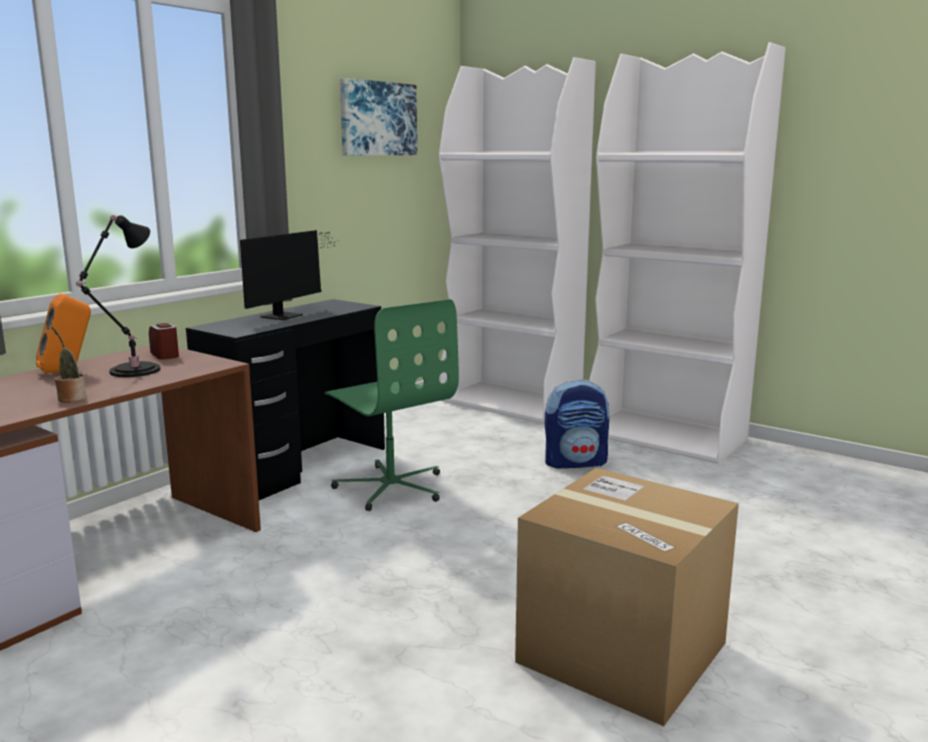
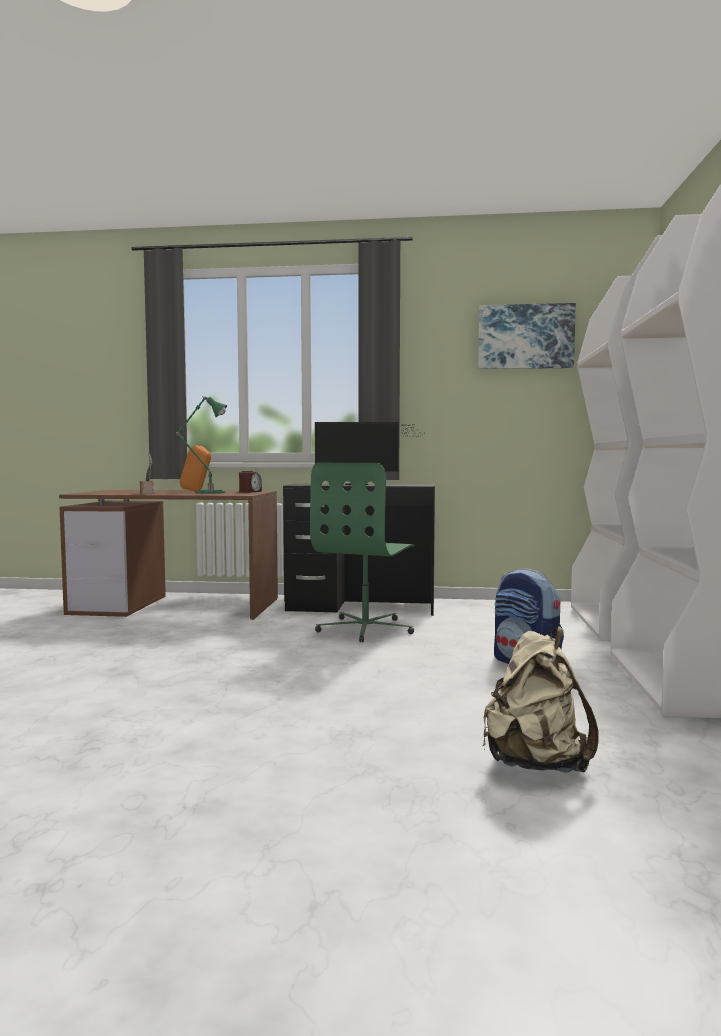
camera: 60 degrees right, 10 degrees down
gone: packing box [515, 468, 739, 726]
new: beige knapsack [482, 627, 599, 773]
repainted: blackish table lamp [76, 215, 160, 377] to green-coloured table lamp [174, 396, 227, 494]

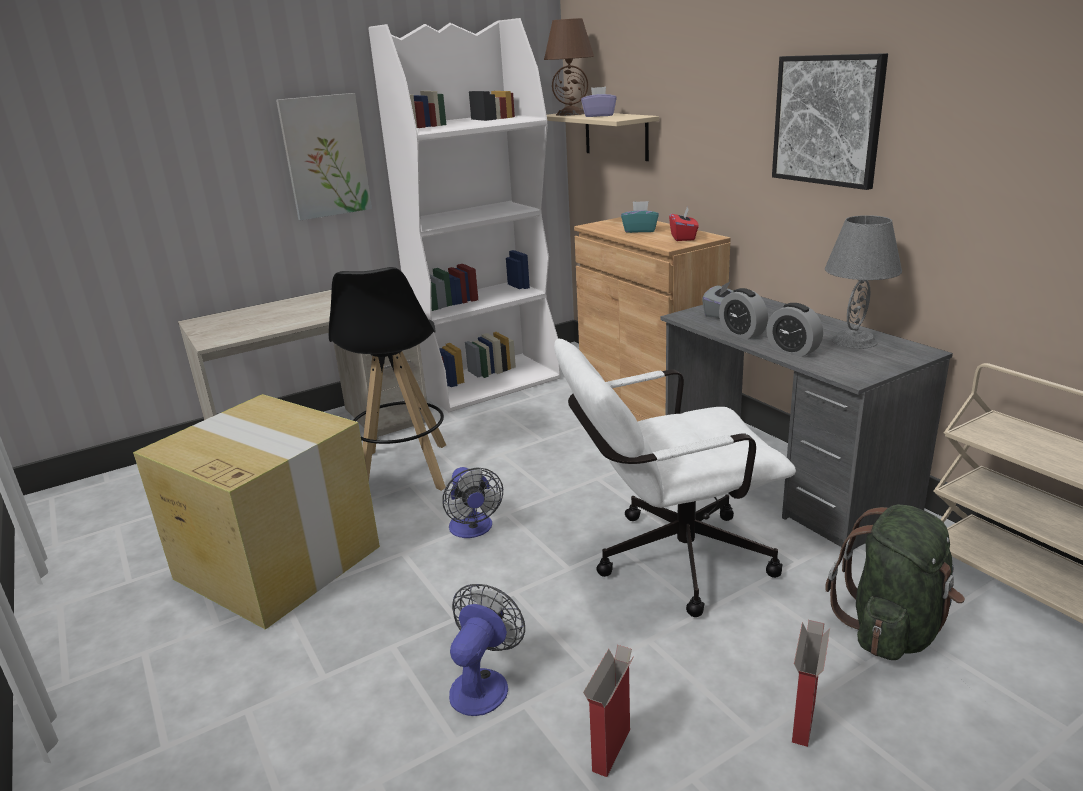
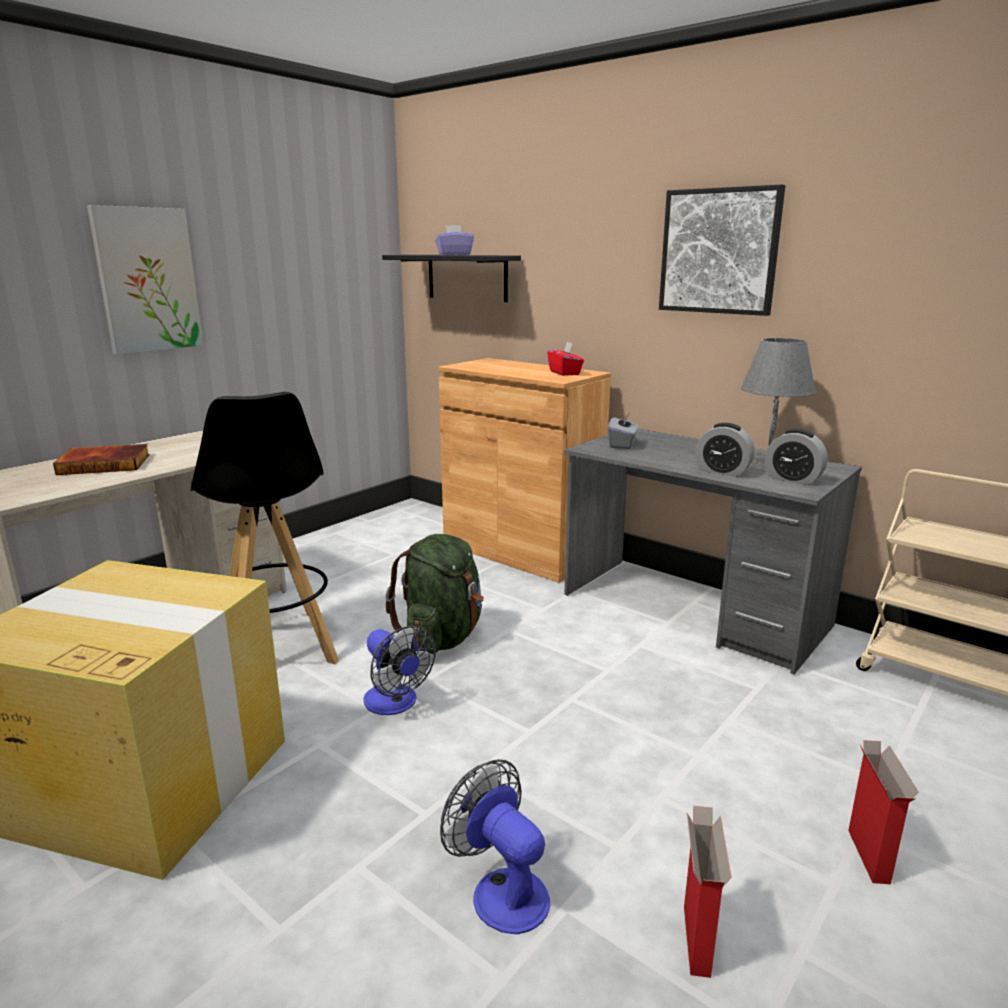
camera: 20 degrees left, 5 degrees down
gone: whitish bookshelf [369, 18, 560, 412]; brown table lamp [544, 18, 594, 116]; whitish office chair [554, 339, 796, 617]; blue-green box of tissues [621, 201, 659, 233]
new: book [53, 444, 150, 475]
shifted: table clock [719, 288, 768, 339] to [765, 429, 828, 485]; green-coloured knapsack [825, 505, 965, 660] to [386, 534, 484, 654]
repainted: beige shelf [547, 113, 659, 161] to blackish shelf [382, 255, 521, 302]
rotated: cooling fan [449, 584, 525, 716] = [440, 759, 550, 934] 45 degrees counterclockwise

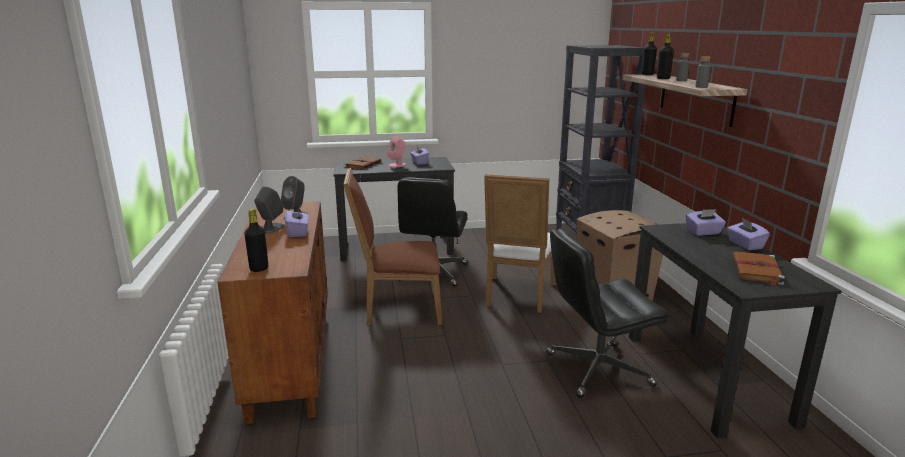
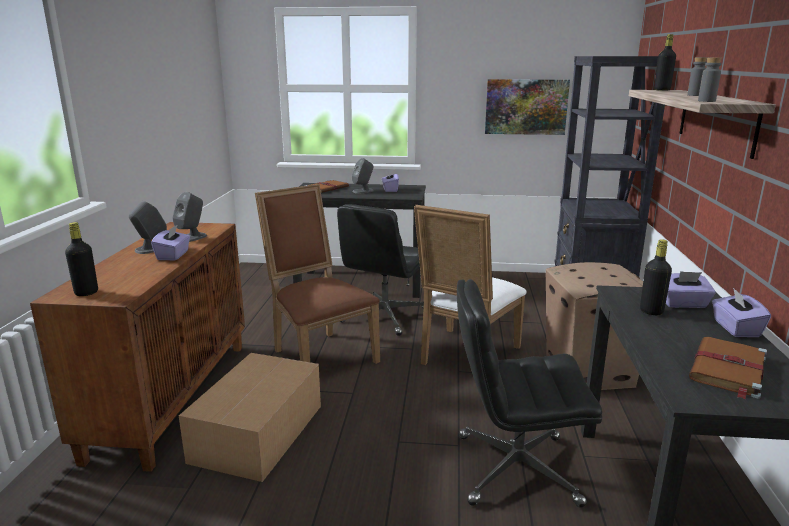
camera: 15 degrees right, 0 degrees up
new: packing box [179, 353, 321, 482]; wall picture [485, 79, 570, 135]
shifted: blackish bottle [657, 34, 674, 79] to [640, 239, 672, 315]
repainted: pinkish speaker [387, 136, 407, 168] to gray speaker [352, 158, 374, 193]
rotated: brown upright chair [343, 167, 443, 325] = [255, 184, 380, 364] 45 degrees clockwise

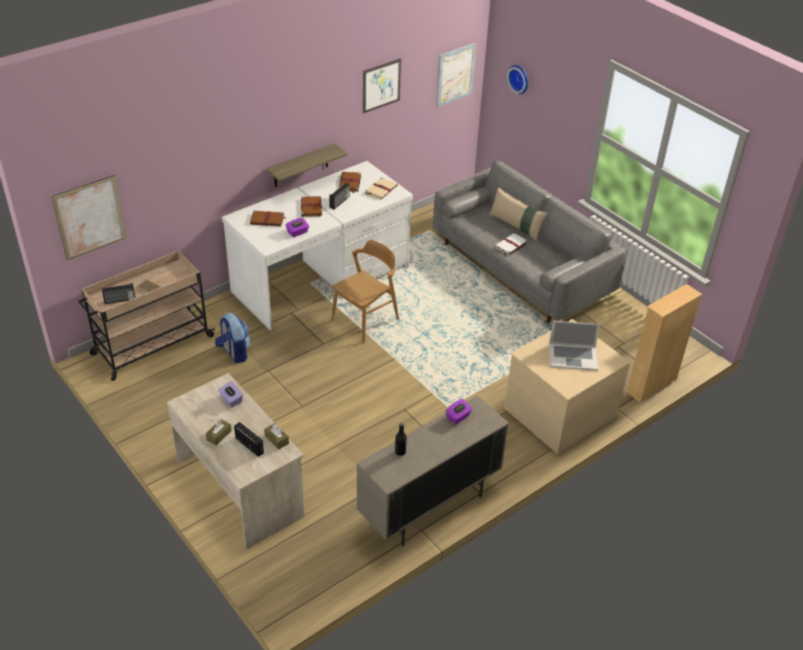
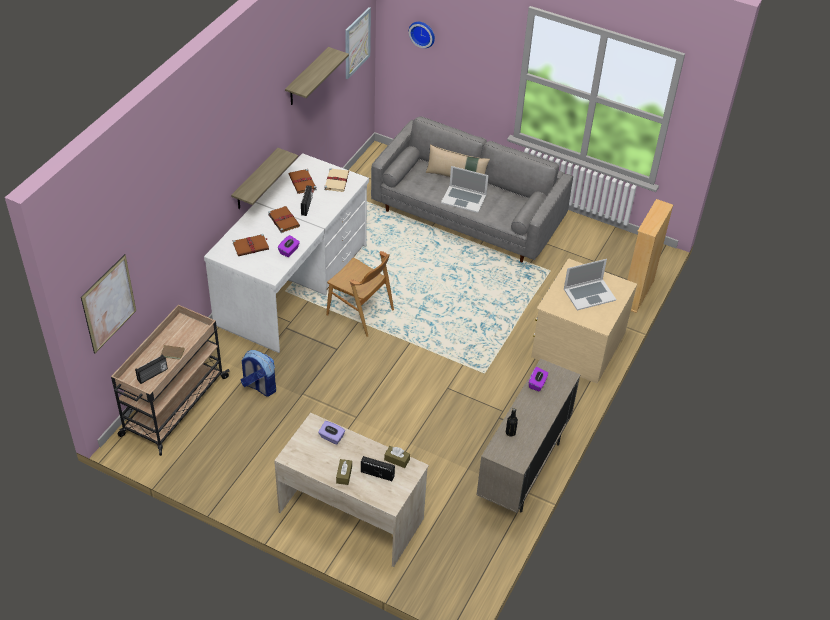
camera: 25 degrees left, 5 degrees up
swapped: wall picture [363, 58, 401, 114] to shelf [285, 47, 349, 105]; whitish book [495, 233, 528, 256] to laptop [441, 166, 489, 213]
rotated: brown upright chair [331, 240, 399, 343] = [326, 251, 394, 337] 105 degrees clockwise

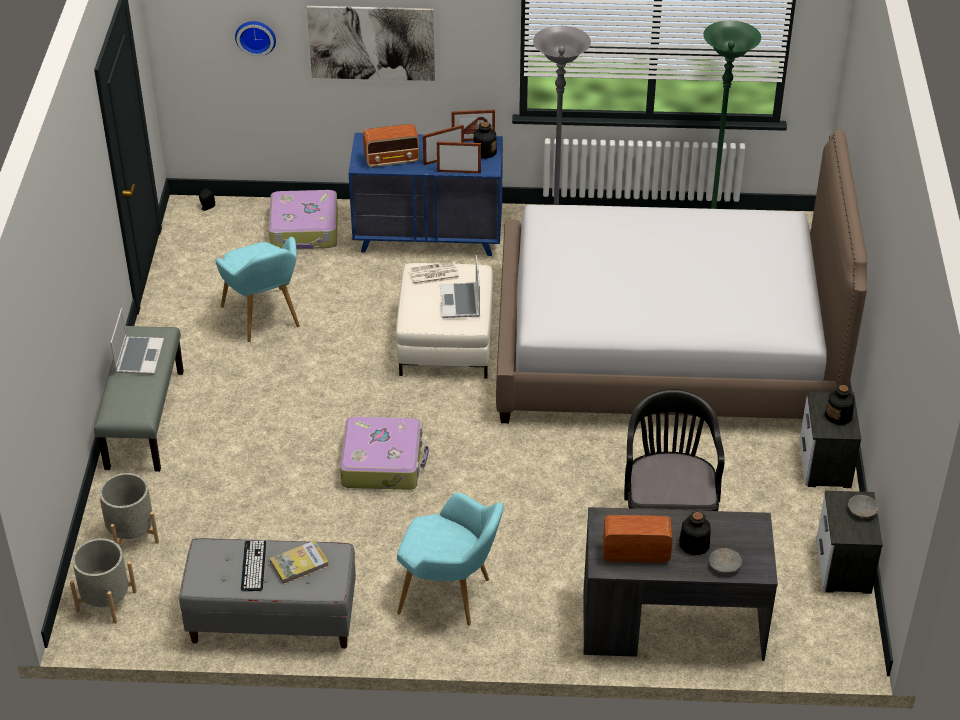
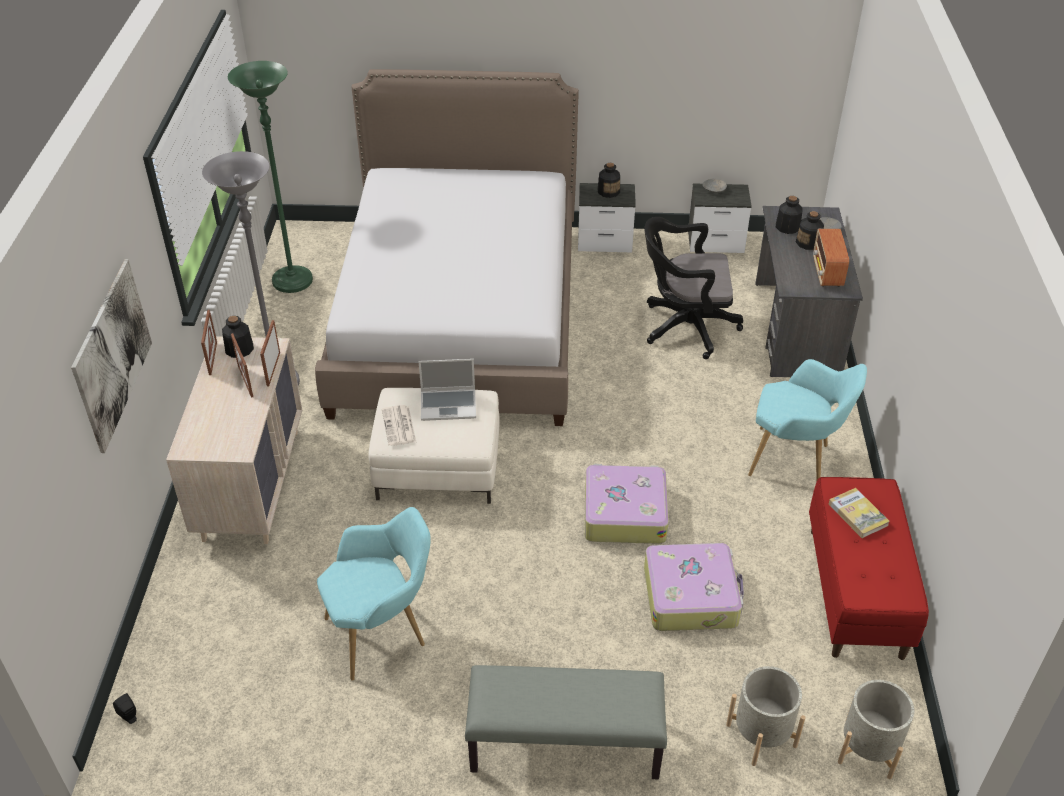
camera: 90 degrees left, 0 degrees up
gone: laptop [110, 308, 164, 375]; clock on the wall [235, 21, 276, 57]; computer keyboard [241, 540, 266, 591]; radio [363, 124, 420, 168]
new: bottle [776, 196, 803, 234]
shifted: suitcase [269, 190, 338, 249] to [644, 543, 744, 631]
repainted: gray long seat [179, 538, 356, 649] to red long seat [809, 477, 929, 660]; blue dresser [348, 133, 503, 256] to beige dresser [166, 336, 302, 544]
rotated: blue-green easy chair [397, 493, 504, 626] = [748, 359, 867, 480] 90 degrees clockwise

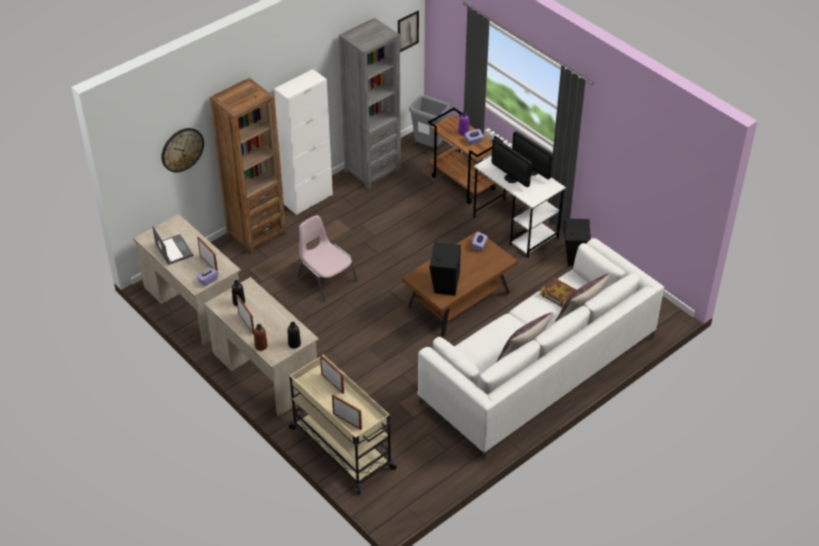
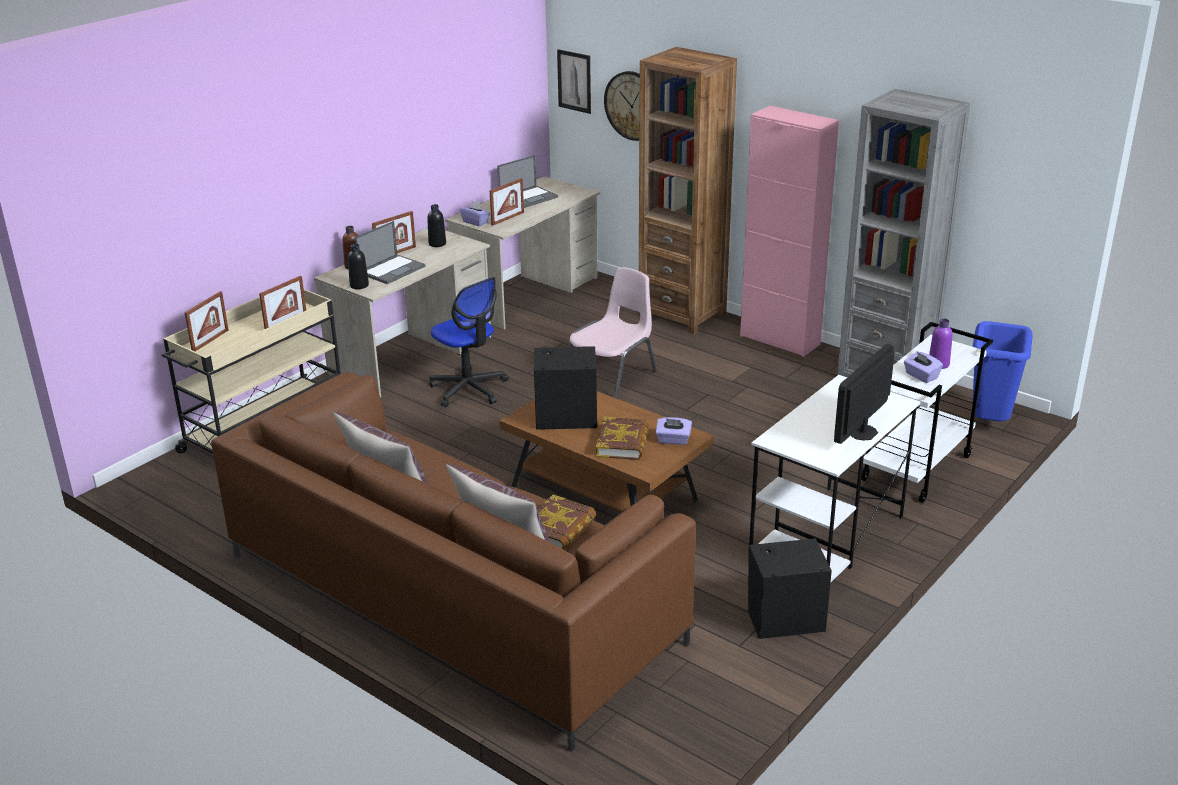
camera: 80 degrees right, 15 degrees down
gone: computer screen [492, 138, 532, 187]
new: laptop [355, 221, 426, 284]; office chair [429, 277, 509, 407]; book [596, 417, 649, 460]
shifted: wall picture [398, 10, 419, 52] to [557, 49, 591, 114]
repainted: whitish cupboard [274, 69, 333, 215] to pinkish cupboard [740, 106, 839, 357]; gray rubbish bin [409, 95, 450, 147] to blue rubbish bin [972, 321, 1033, 425]; whitish settee [417, 238, 664, 460] to brown settee [211, 372, 696, 752]; brown trolley [428, 108, 503, 204] to whitish trolley [861, 322, 993, 503]

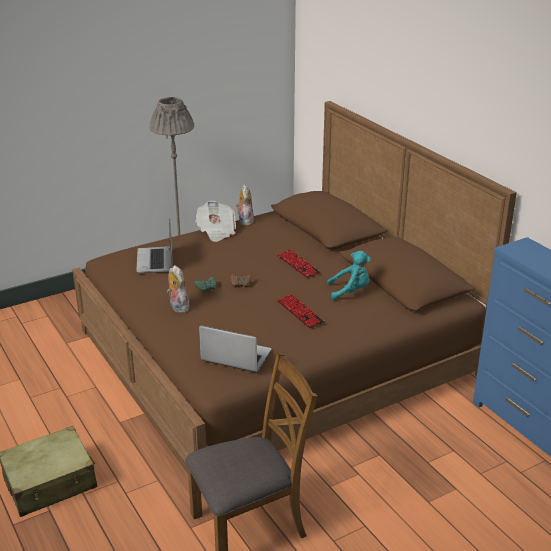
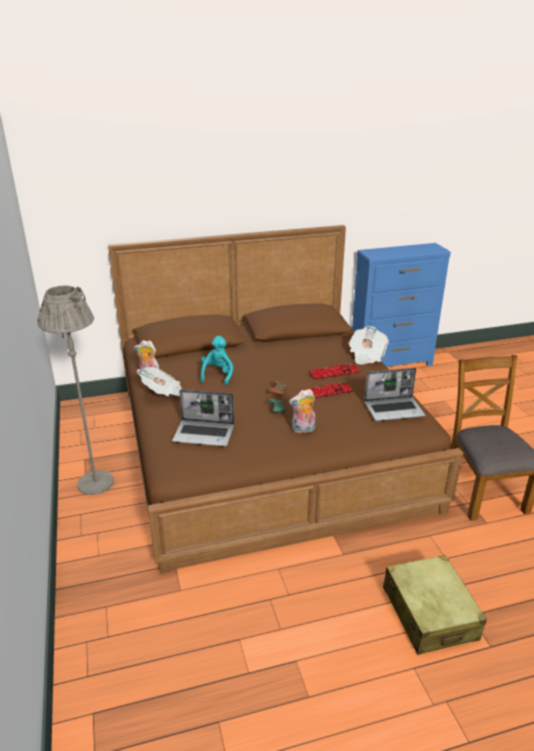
camera: 75 degrees left, 0 degrees up
new: newspaper [349, 326, 389, 364]
shifted: computer keyboard [277, 249, 321, 278] to [298, 383, 353, 398]; blue-green plush toy [327, 251, 371, 300] to [200, 336, 233, 385]
rotated: laptop [199, 325, 271, 372] = [364, 368, 425, 421] 135 degrees counterclockwise

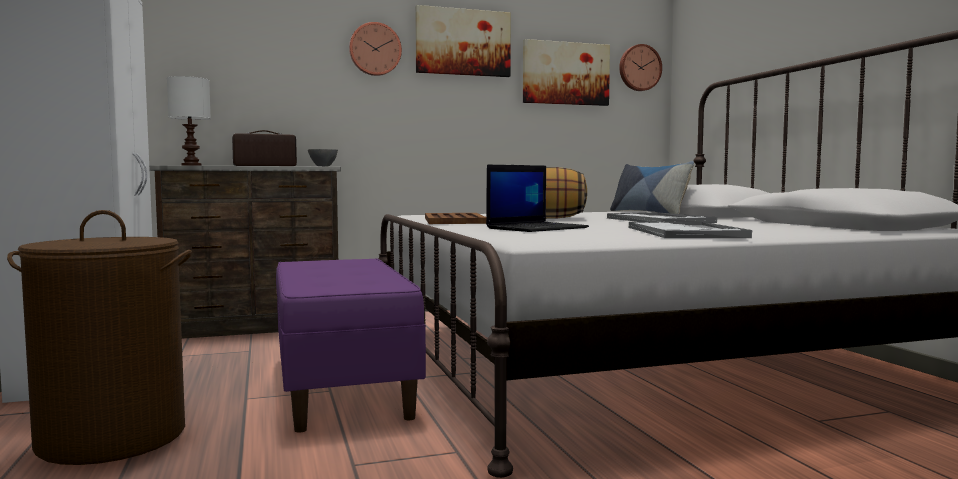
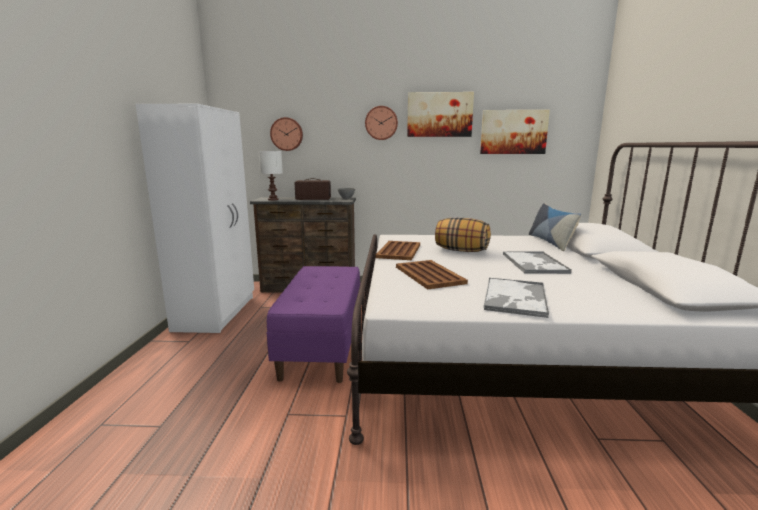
camera: 20 degrees right, 10 degrees up
gone: brown hamper [7, 210, 192, 465]
shifted: clock on the wall [619, 44, 662, 91] to [270, 117, 303, 151]
swapped: laptop [486, 165, 589, 232] to brown serving tray [396, 260, 468, 290]

